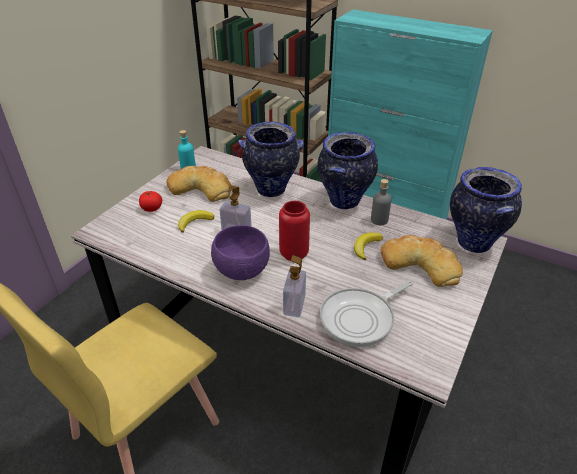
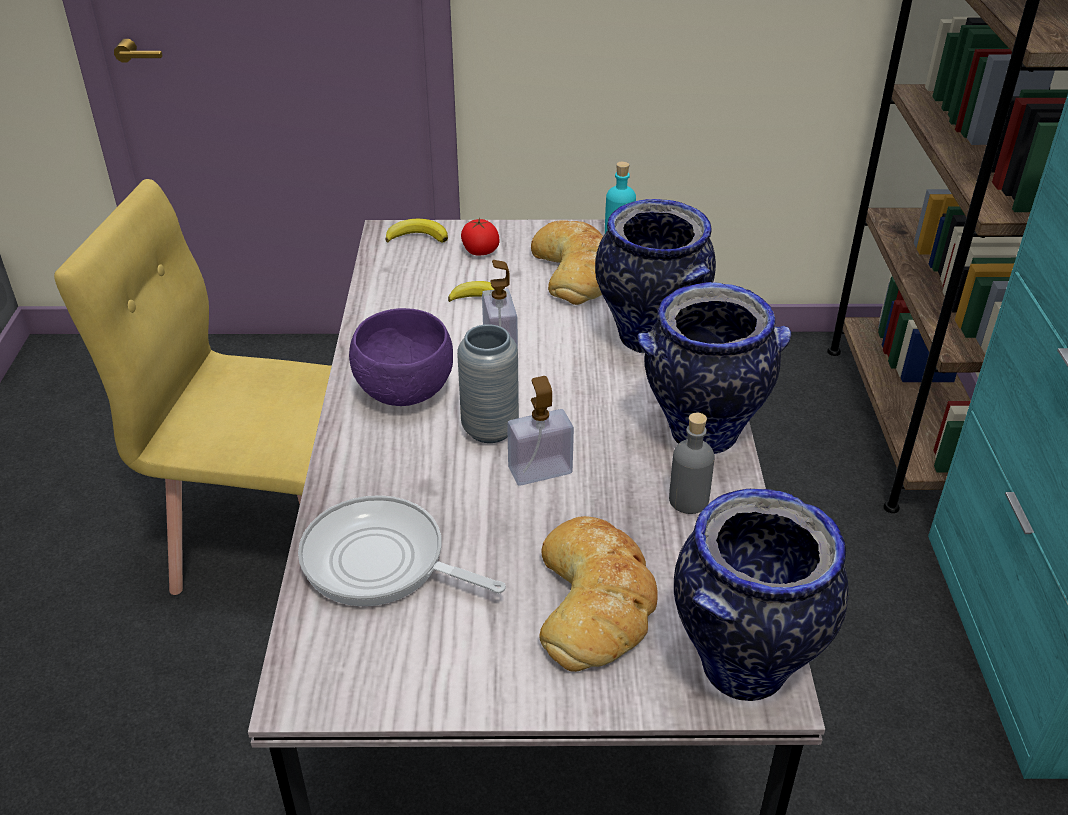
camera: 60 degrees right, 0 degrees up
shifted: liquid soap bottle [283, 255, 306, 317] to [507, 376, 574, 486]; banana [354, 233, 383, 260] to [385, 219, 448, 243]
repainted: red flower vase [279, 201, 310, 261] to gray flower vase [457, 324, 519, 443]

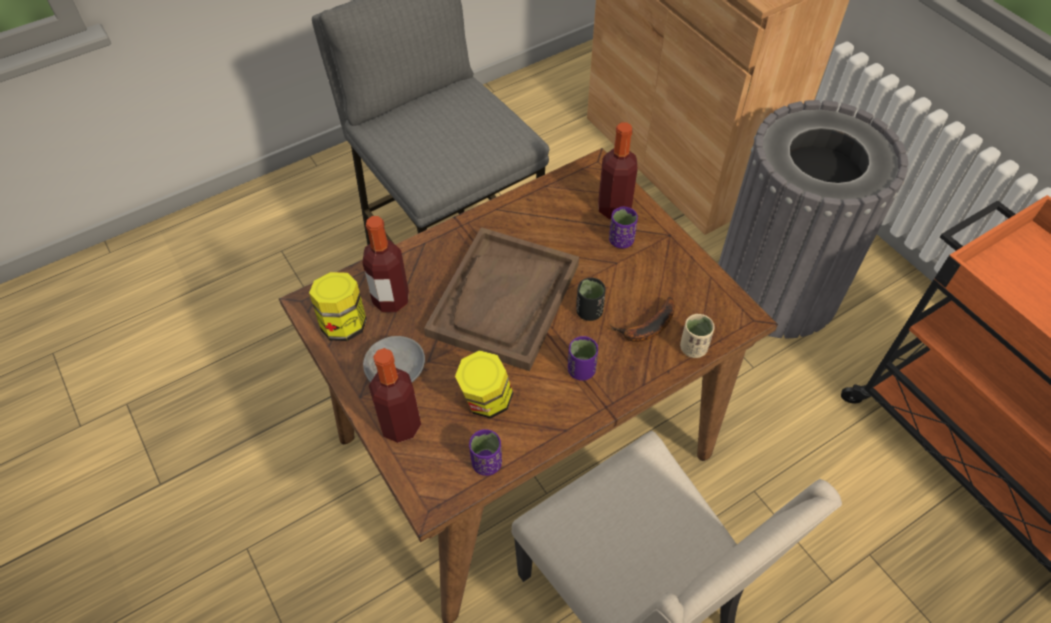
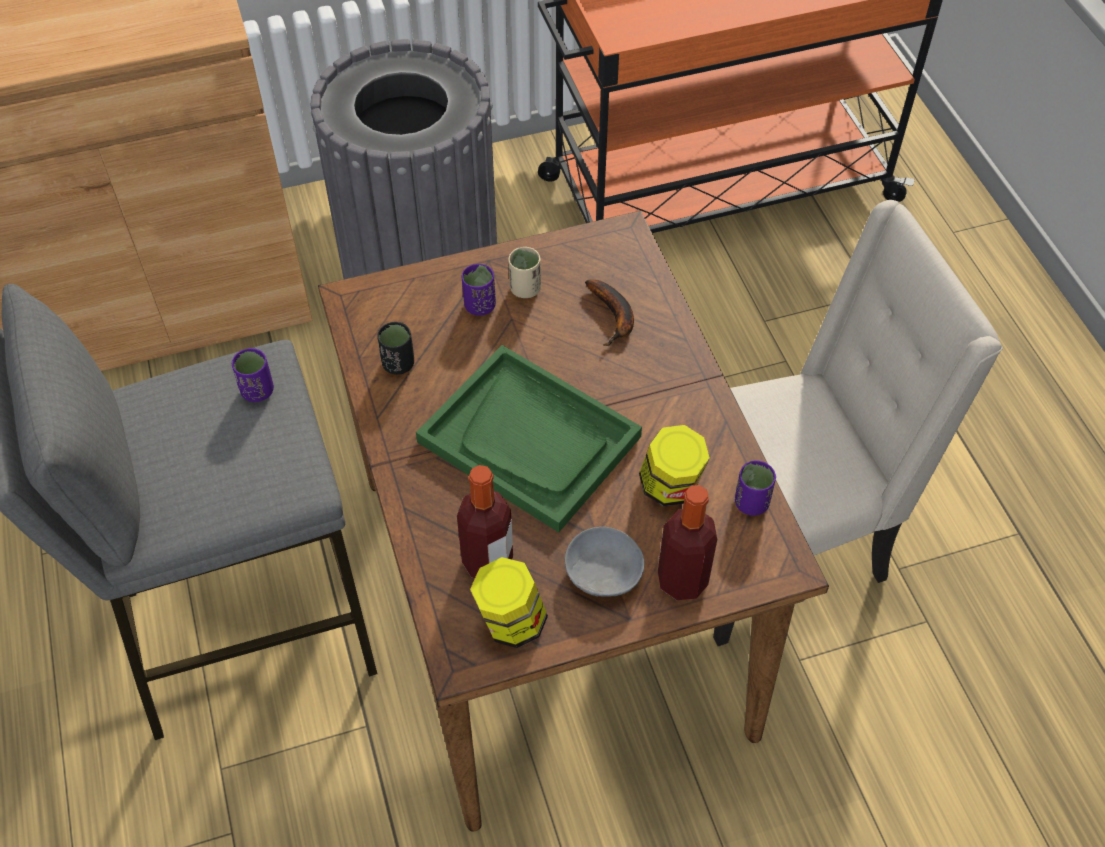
camera: 75 degrees left, 0 degrees up
gone: bottle [598, 122, 638, 219]
shifted: purple small cup [568, 336, 598, 381] to [232, 348, 274, 402]; blackish small cup [576, 278, 606, 321] to [377, 322, 414, 375]; beige small cup [680, 314, 714, 358] to [508, 247, 541, 298]
repainted: brown serving tray [424, 227, 579, 371] to green-coloured serving tray [416, 345, 642, 533]

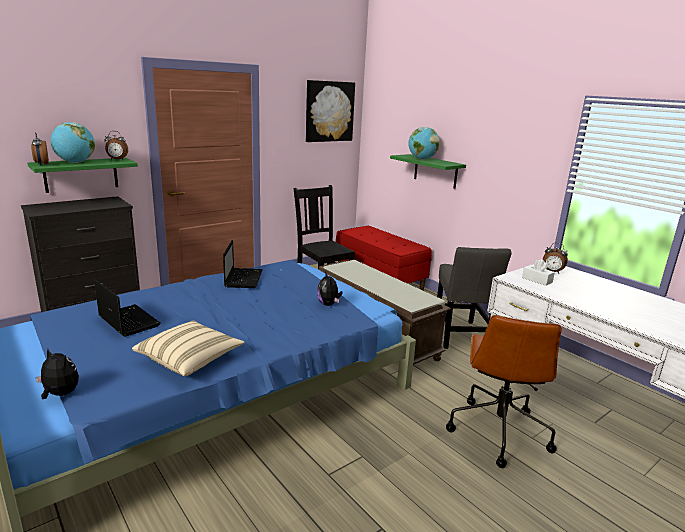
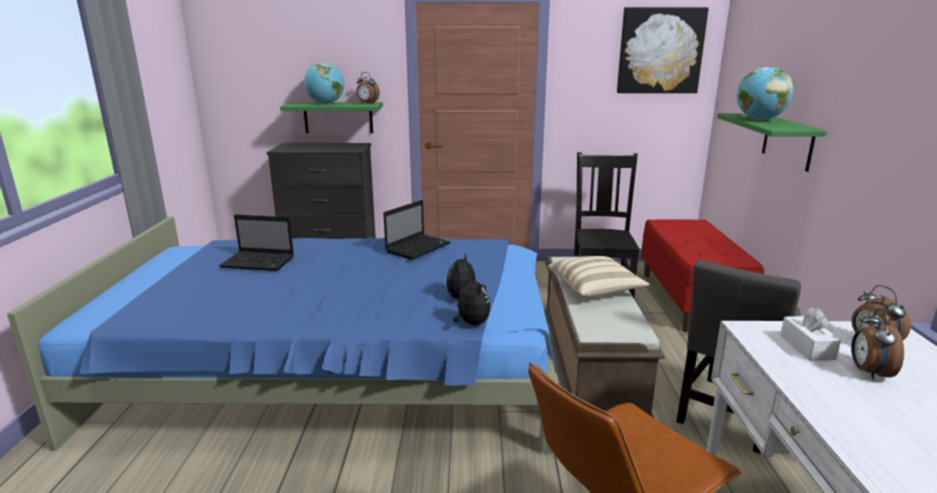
camera: 40 degrees right, 0 degrees up
shifted: table clock [31, 132, 49, 165] to [851, 308, 904, 380]; plush toy [36, 349, 79, 399] to [453, 274, 490, 326]; beige cushion [132, 320, 245, 376] to [548, 256, 650, 298]
rotated: laptop [94, 279, 161, 337] = [219, 214, 294, 271] 105 degrees clockwise

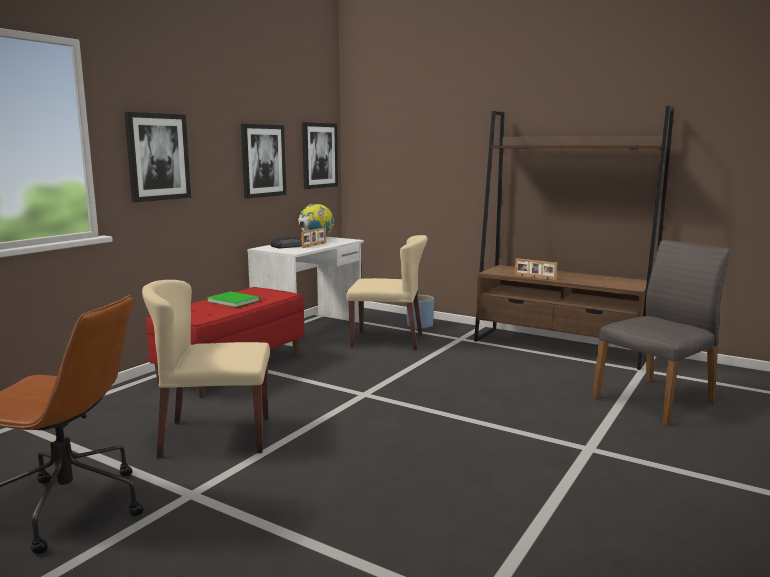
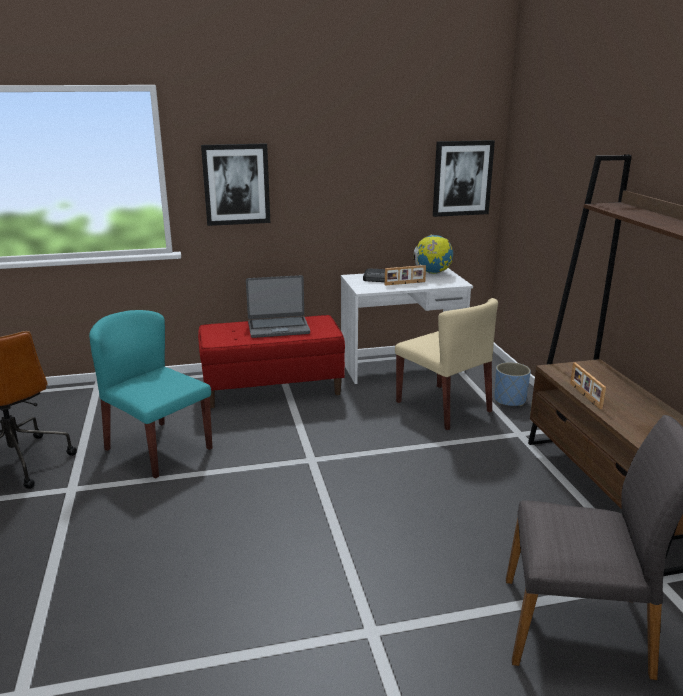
camera: 45 degrees right, 10 degrees up
gone: wall picture [241, 124, 286, 199]
swapped: green-coloured book [207, 292, 260, 307] to laptop [246, 275, 310, 338]
repainted: beige upright chair [142, 280, 270, 459] to blue-green upright chair [89, 310, 212, 479]

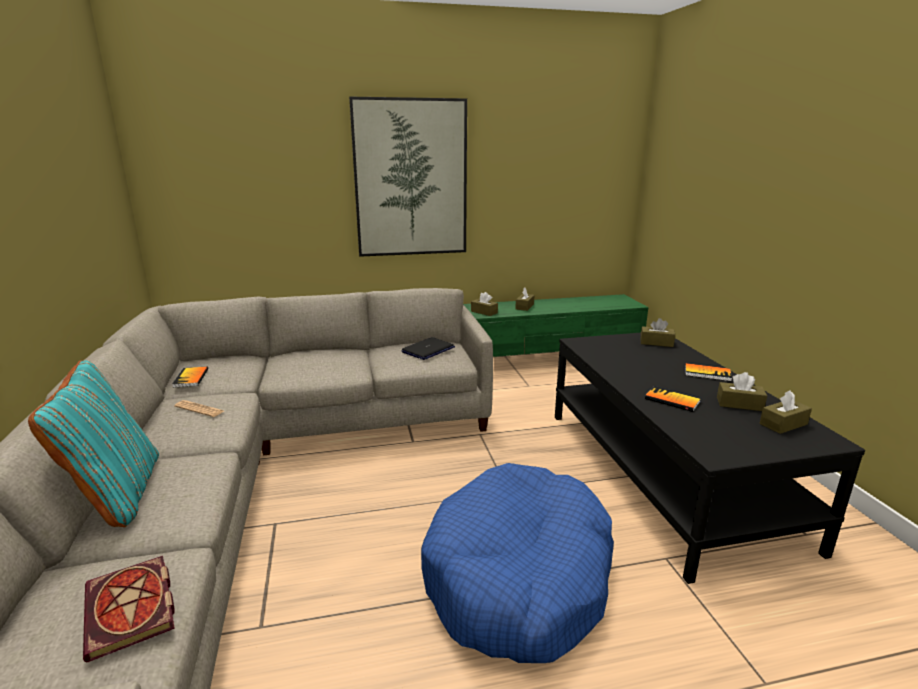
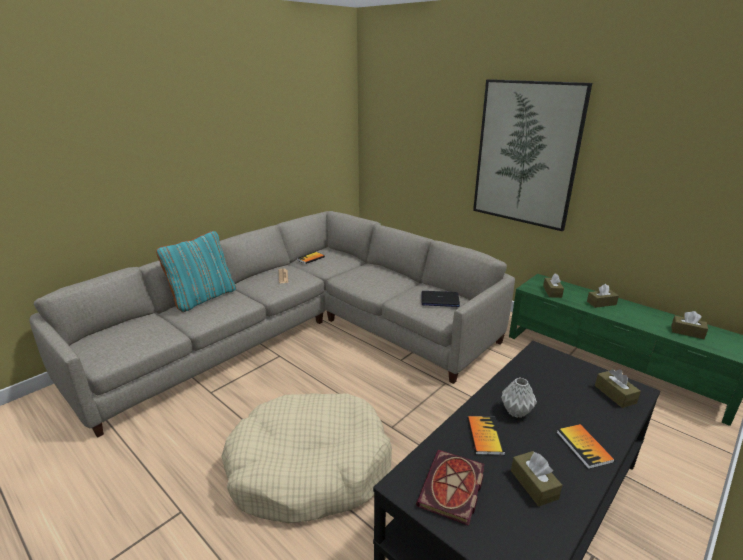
camera: 55 degrees right, 5 degrees up
new: gray flower vase [501, 378, 537, 418]
shifted: book [83, 556, 175, 662] to [416, 450, 485, 526]; brown box of tissues [760, 390, 812, 434] to [671, 311, 708, 339]
repainted: blue pet bed [421, 463, 614, 663] to beige pet bed [221, 393, 392, 523]

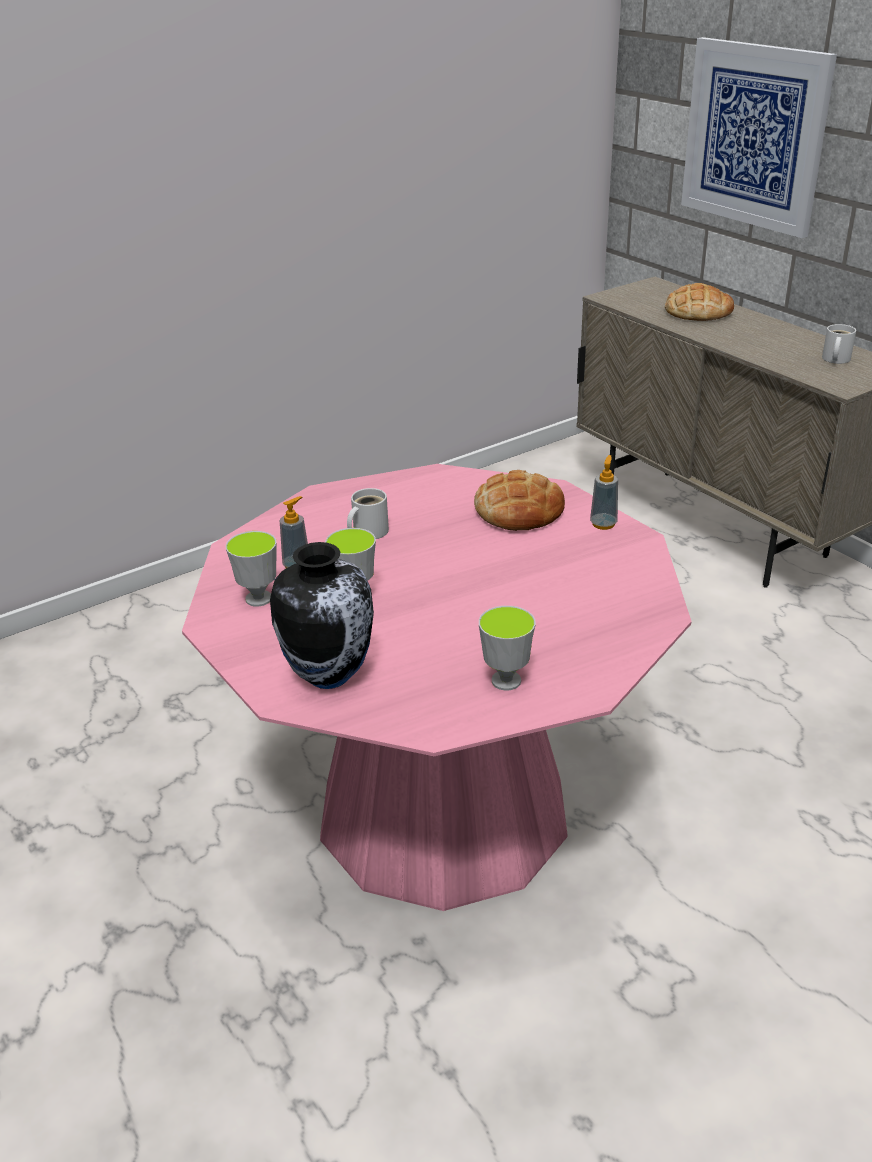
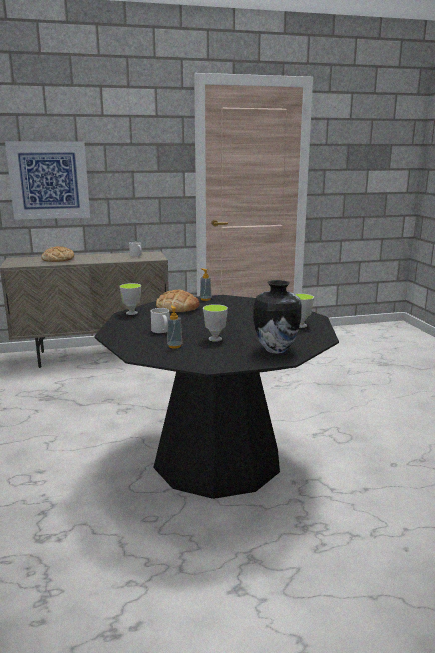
camera: 70 degrees left, 15 degrees down
shifted: small cup [226, 531, 277, 607] to [119, 283, 141, 315]
repainted: pinkish dining table [182, 464, 692, 911] to blackish dining table [94, 295, 339, 499]

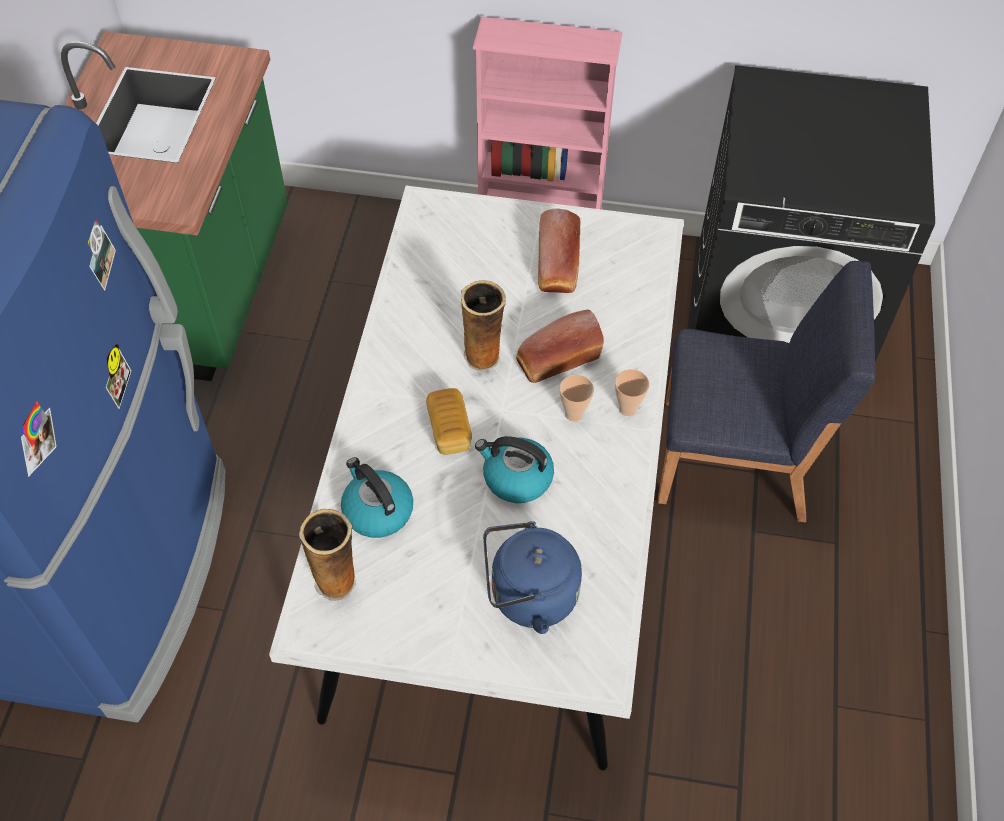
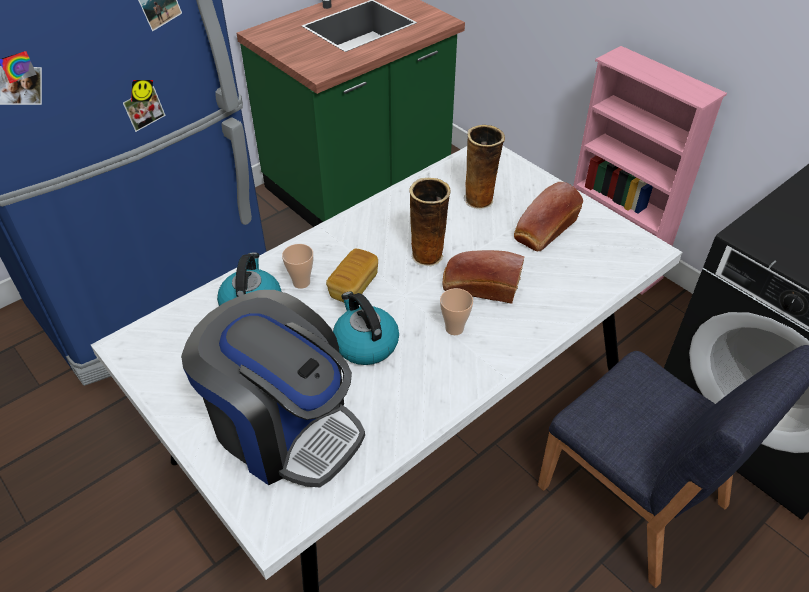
camera: 40 degrees right, 10 degrees down
shifted: flower vase [299, 509, 356, 601] to [464, 125, 505, 209]; small cup [615, 369, 649, 416] to [282, 244, 313, 289]
swapped: blue tea kettle [483, 521, 582, 634] to coffee machine [181, 290, 365, 487]

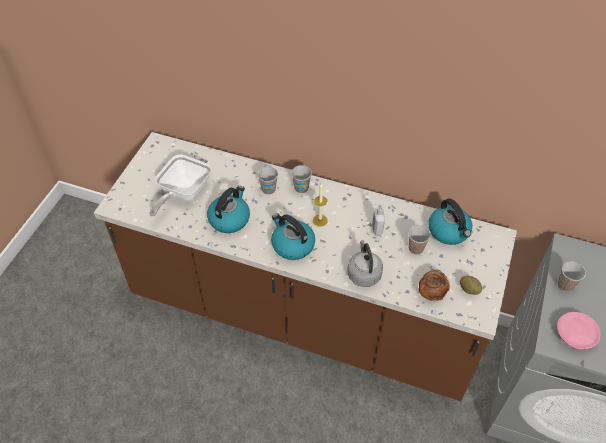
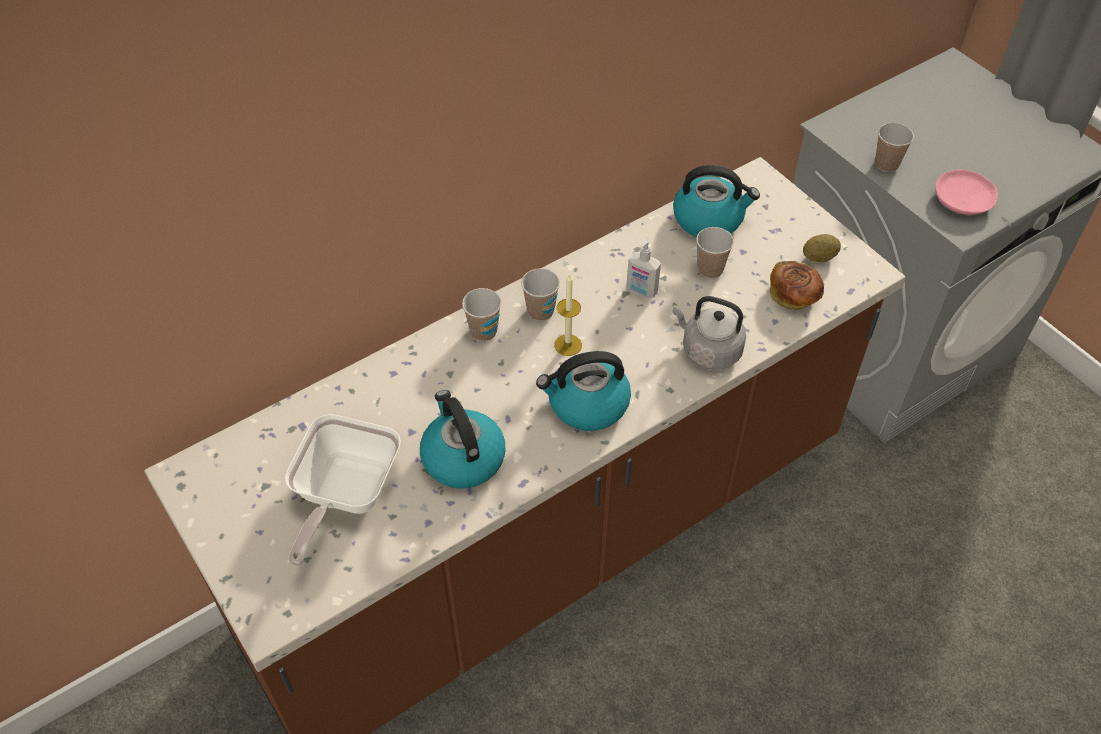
camera: 55 degrees left, 0 degrees up
shifted: small cup [258, 167, 278, 195] to [521, 268, 560, 321]
rotated: skillet [149, 155, 211, 216] = [285, 414, 401, 566] 45 degrees clockwise

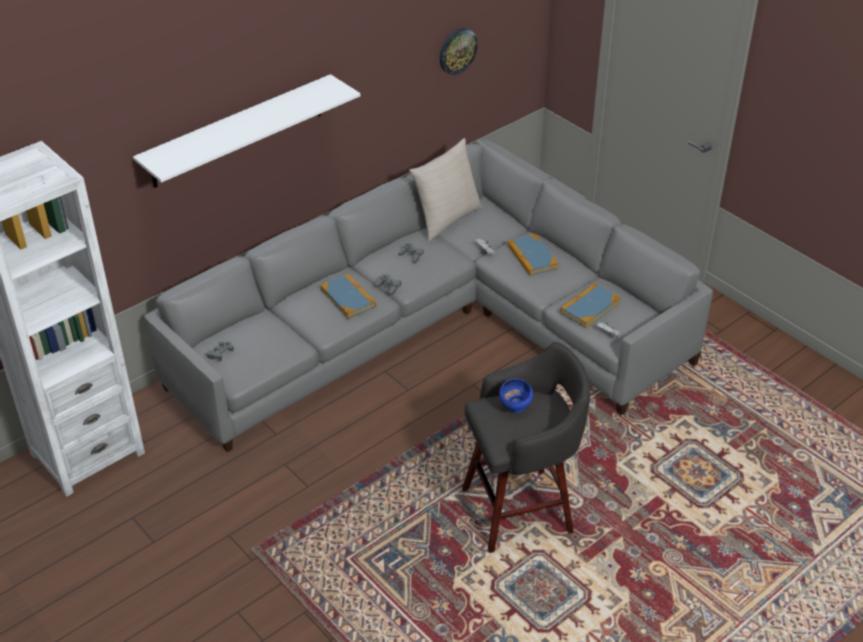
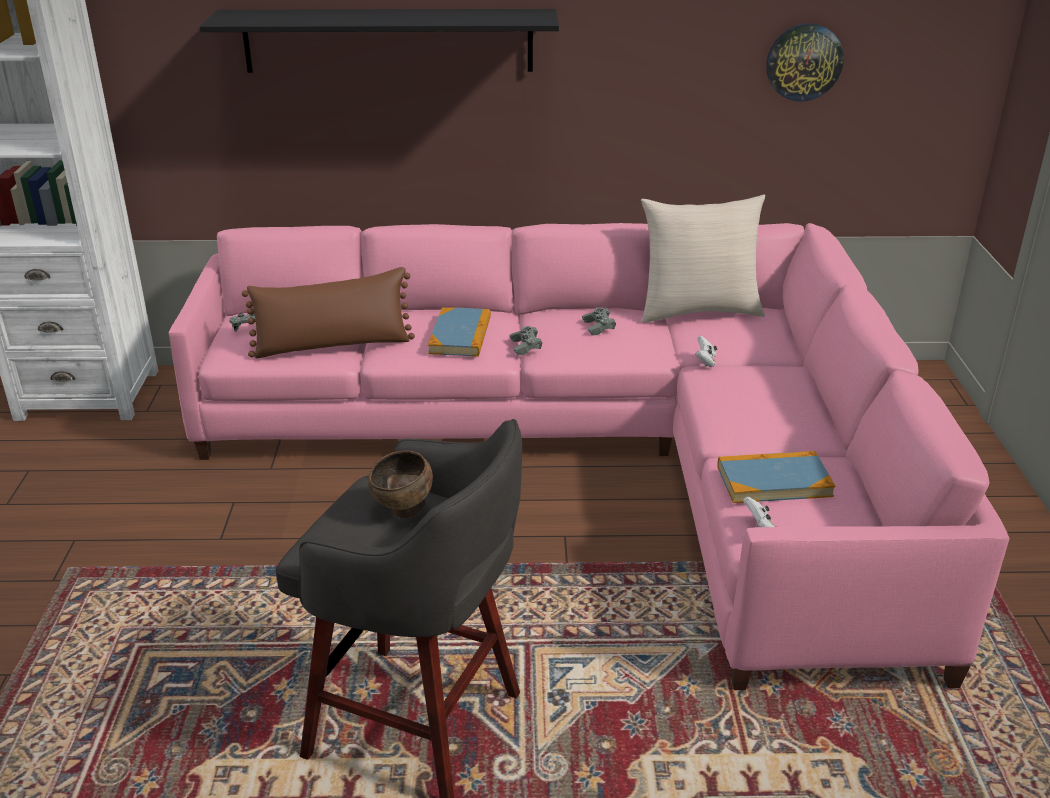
camera: 40 degrees right, 10 degrees down
gone: book [507, 234, 559, 276]
new: brown cushion [242, 267, 415, 358]
repainted: whitish shelf [133, 74, 361, 188] to blackish shelf [200, 9, 559, 73]; gray settee [144, 140, 713, 452] to pinkish settee [169, 223, 1010, 690]; blue serving bowl [499, 378, 533, 413] to brown serving bowl [368, 450, 433, 519]

